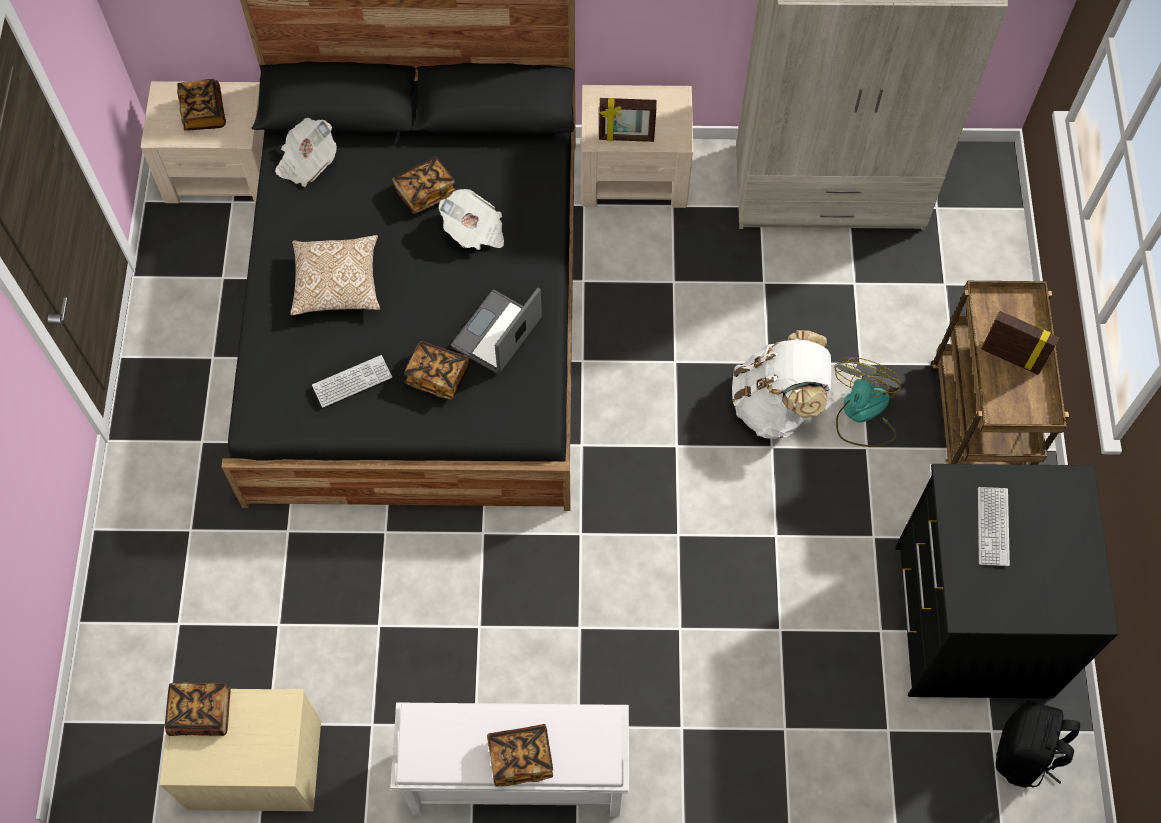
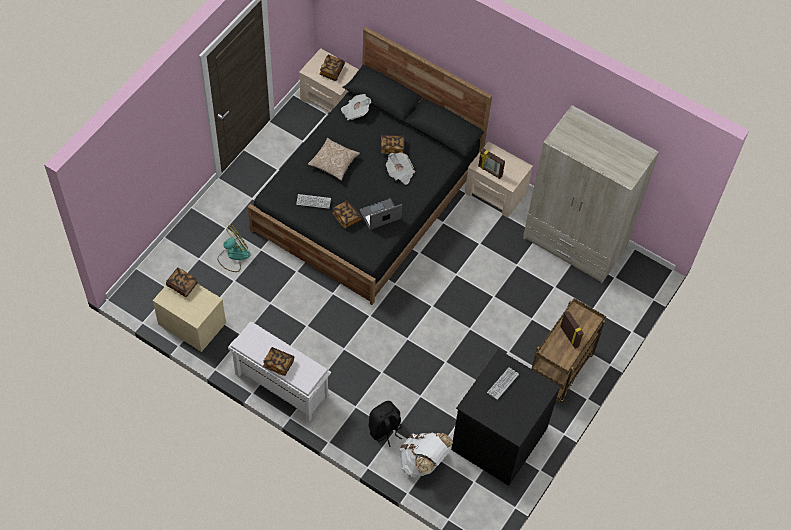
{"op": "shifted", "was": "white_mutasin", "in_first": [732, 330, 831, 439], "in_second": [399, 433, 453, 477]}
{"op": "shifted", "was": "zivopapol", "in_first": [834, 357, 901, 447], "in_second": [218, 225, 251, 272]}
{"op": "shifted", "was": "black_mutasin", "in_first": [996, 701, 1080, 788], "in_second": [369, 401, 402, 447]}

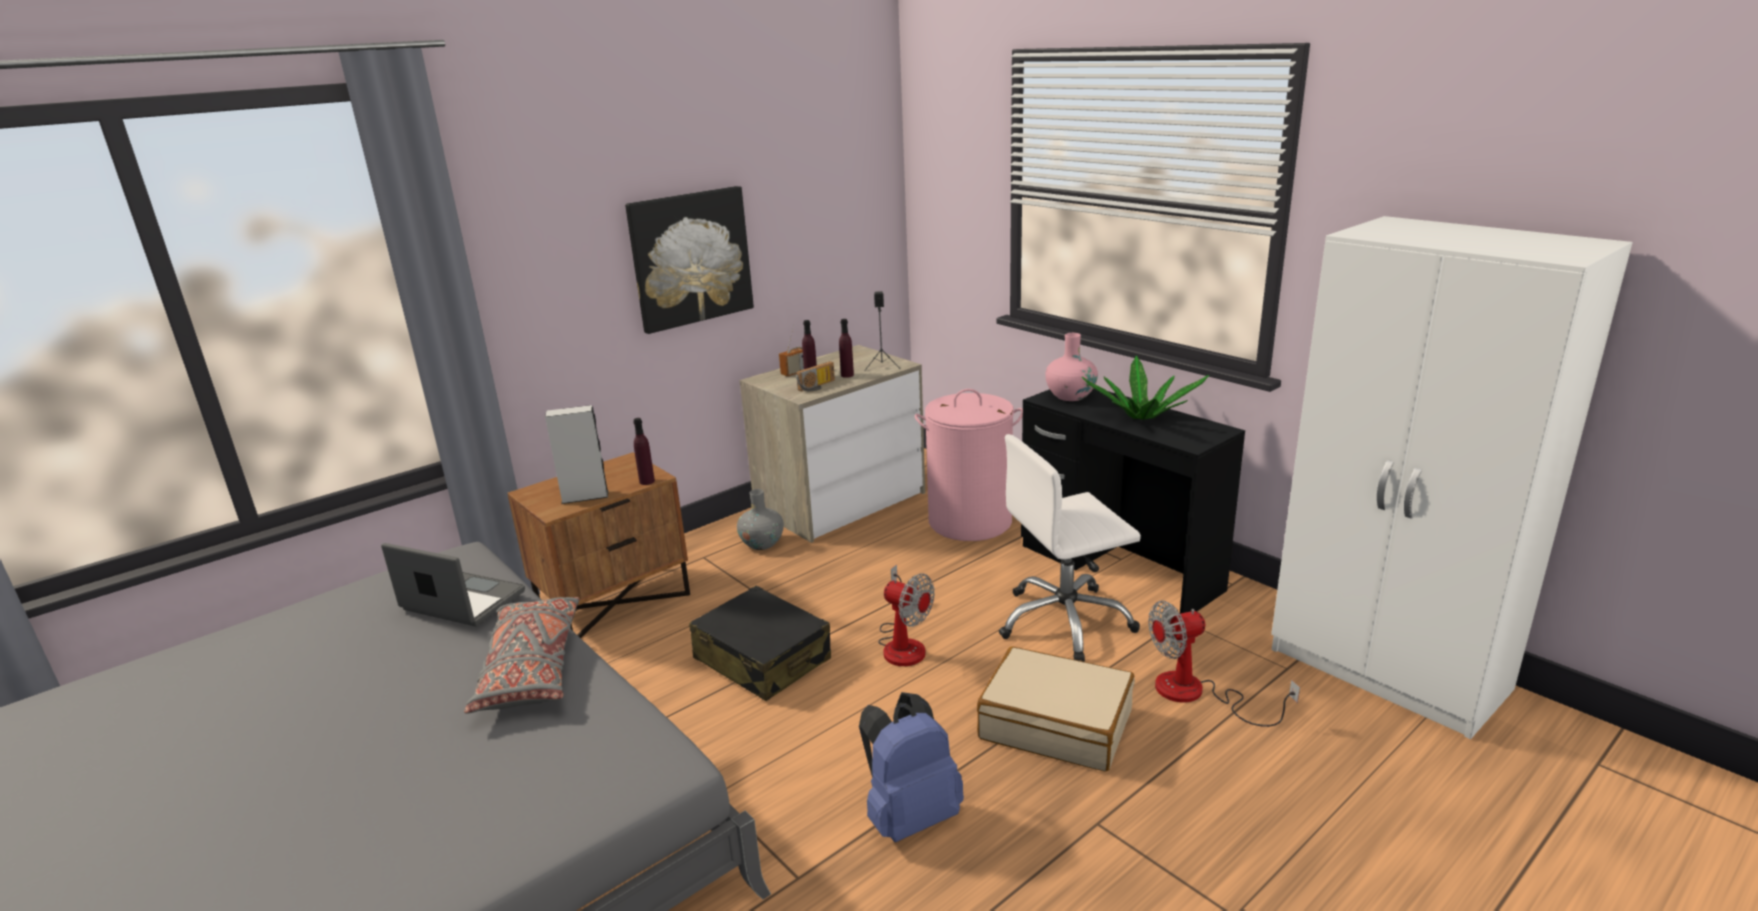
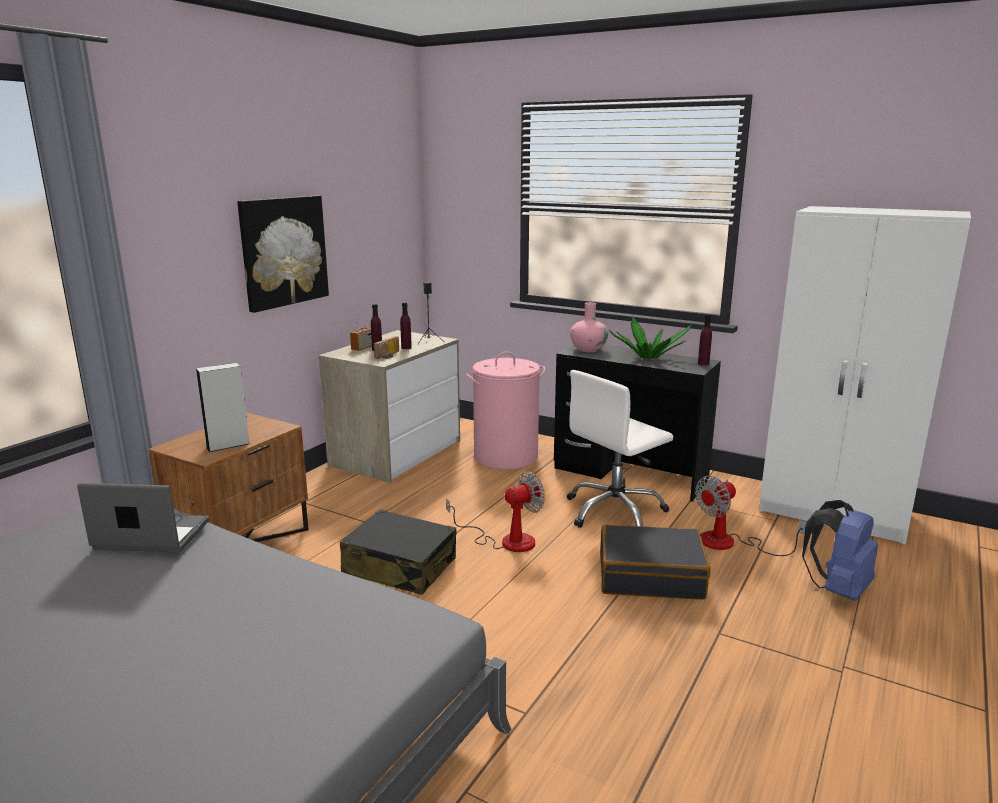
{"op": "shifted", "was": "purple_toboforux", "in_first": [633, 418, 655, 485], "in_second": [698, 314, 712, 366]}
{"op": "gone", "was": "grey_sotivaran", "in_first": [737, 489, 784, 550]}
{"op": "rotated", "was": "zivopapol", "in_first": [878, 564, 935, 666], "in_second": [446, 471, 545, 552], "clockwise": -45}
{"op": "gone", "was": "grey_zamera", "in_first": [464, 597, 579, 714]}
{"op": "repainted", "was": "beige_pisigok", "now": "black_pisigok", "in_first": [977, 646, 1135, 772], "in_second": [600, 525, 710, 600]}
{"op": "shifted", "was": "blue_mutasin", "in_first": [859, 692, 964, 842], "in_second": [802, 500, 878, 601]}

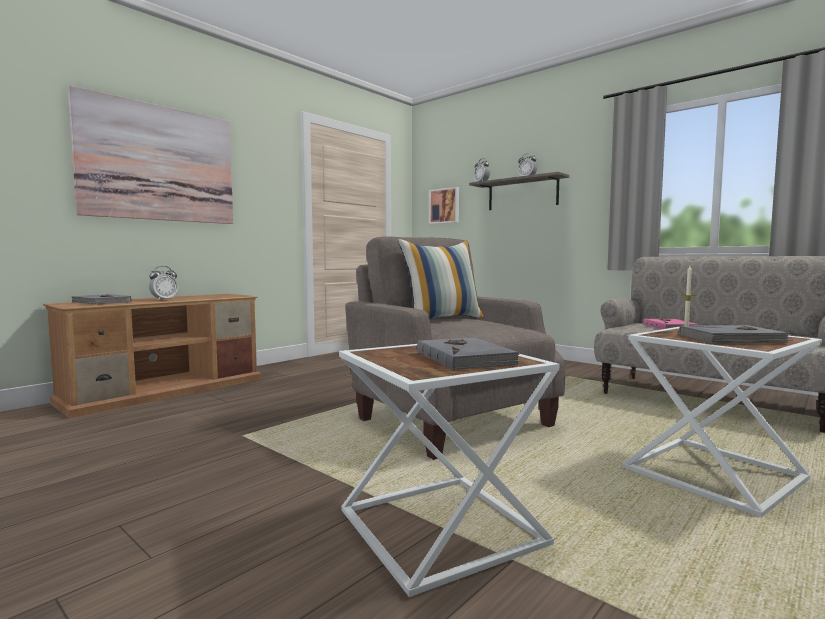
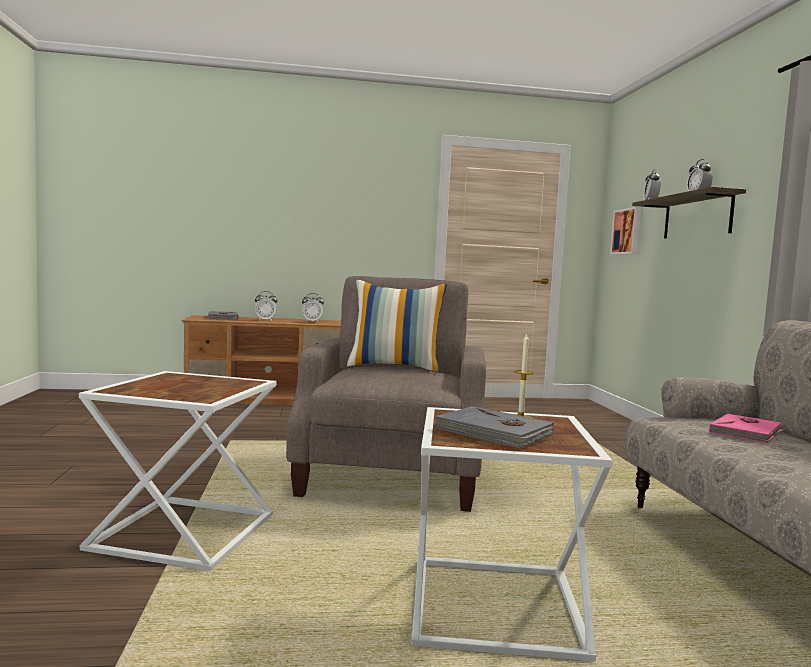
{"op": "gone", "was": "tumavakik", "in_first": [68, 85, 233, 224]}
{"op": "gone", "was": "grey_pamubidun", "in_first": [417, 337, 520, 370]}
{"op": "new", "now": "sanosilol", "in_second": [302, 293, 324, 323]}

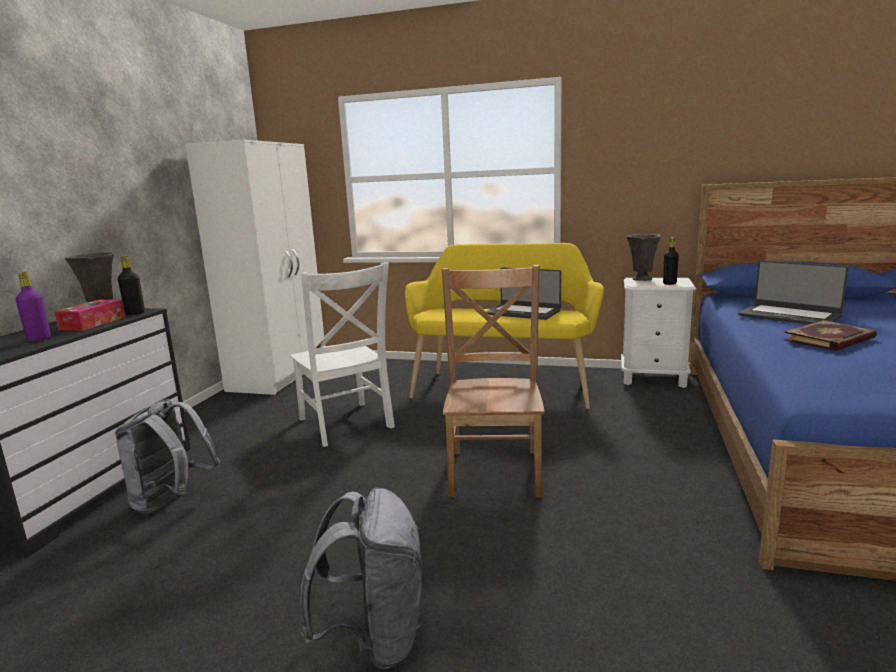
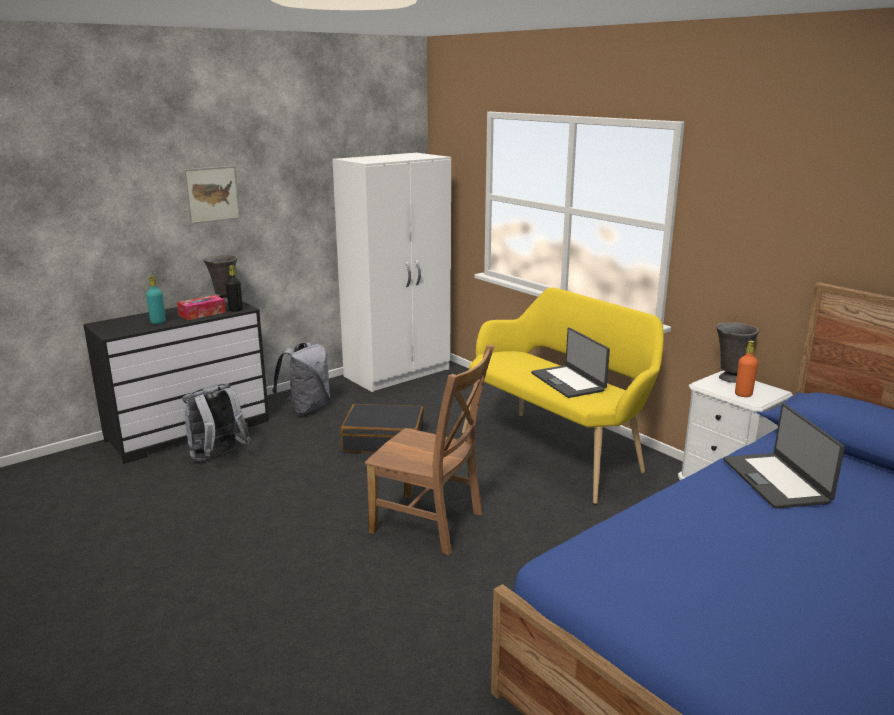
{"op": "repainted", "was": "black_toboforux", "now": "orange_toboforux", "in_first": [663, 237, 679, 285], "in_second": [735, 341, 758, 397]}
{"op": "swapped", "was": "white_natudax", "now": "black_pisigok", "in_first": [290, 262, 395, 447], "in_second": [341, 404, 424, 453]}
{"op": "rotated", "was": "brown_natudax", "in_first": [442, 265, 545, 497], "in_second": [365, 345, 495, 556], "clockwise": 75}
{"op": "repainted", "was": "purple_toboforux", "now": "turquoise_toboforux", "in_first": [16, 271, 51, 342], "in_second": [146, 276, 166, 324]}
{"op": "gone", "was": "pamubidun", "in_first": [784, 320, 877, 351]}
{"op": "shifted", "was": "grey_mutasin", "in_first": [301, 488, 422, 669], "in_second": [272, 343, 331, 415]}
{"op": "new", "now": "tumavakik", "in_second": [183, 166, 240, 224]}

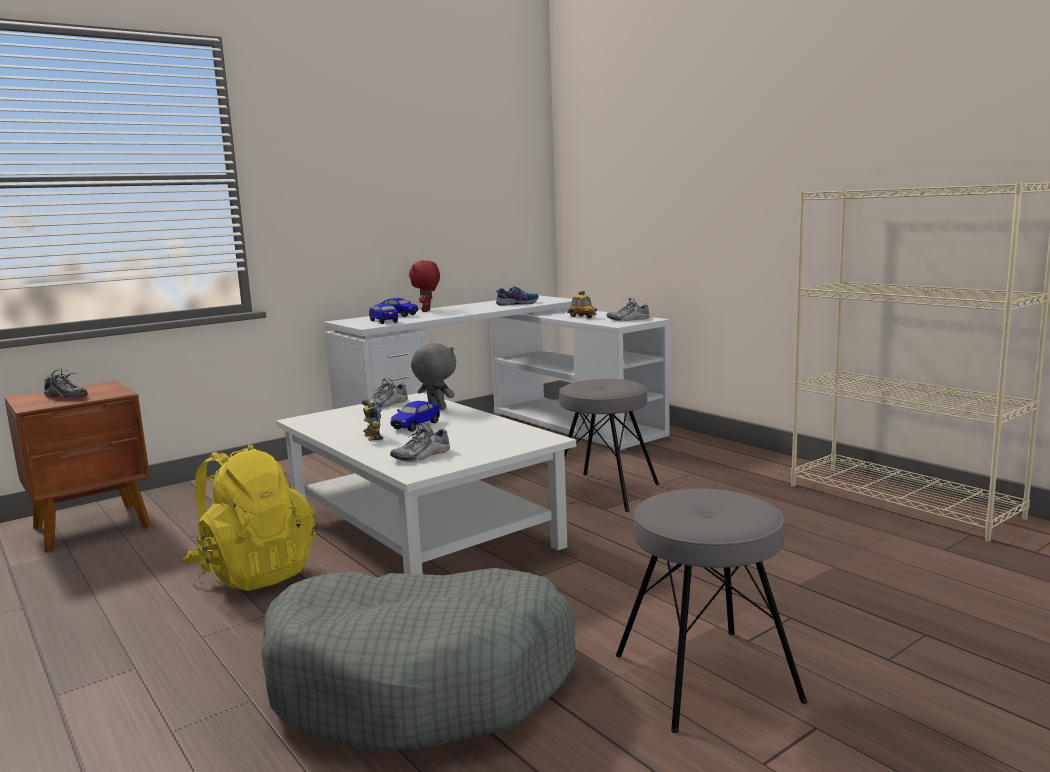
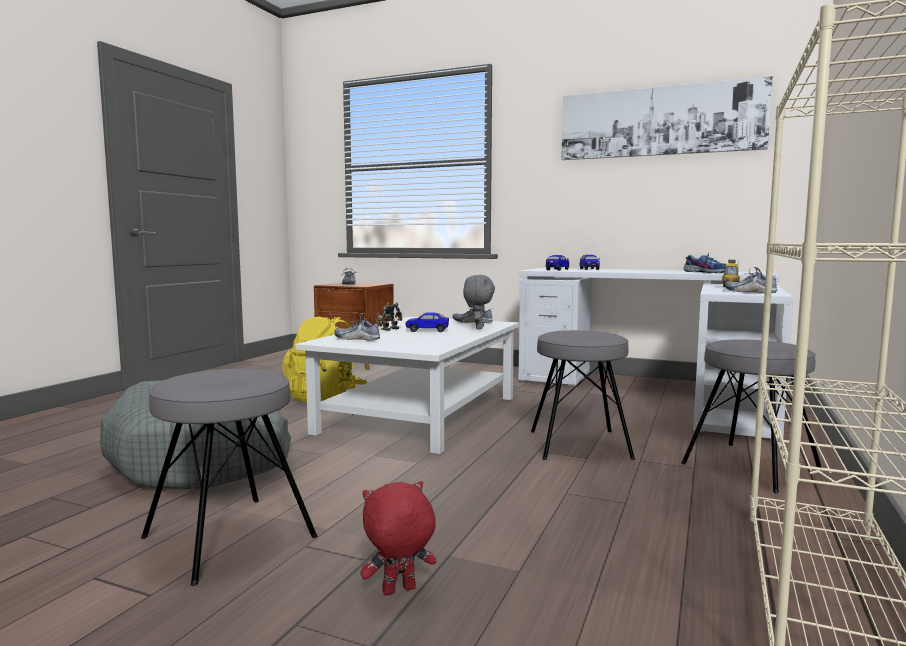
{"op": "shifted", "was": "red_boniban", "in_first": [409, 260, 440, 312], "in_second": [360, 481, 436, 595]}
{"op": "new", "now": "tumavakik", "in_second": [561, 76, 773, 160]}
{"op": "new", "now": "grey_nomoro", "in_second": [681, 339, 822, 493]}

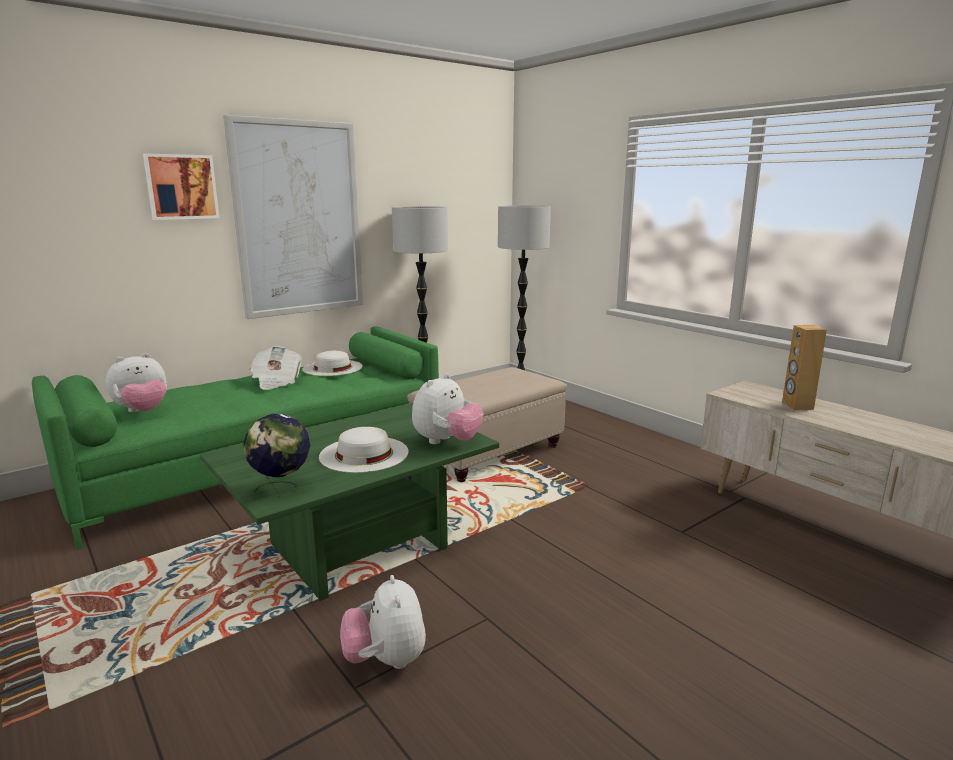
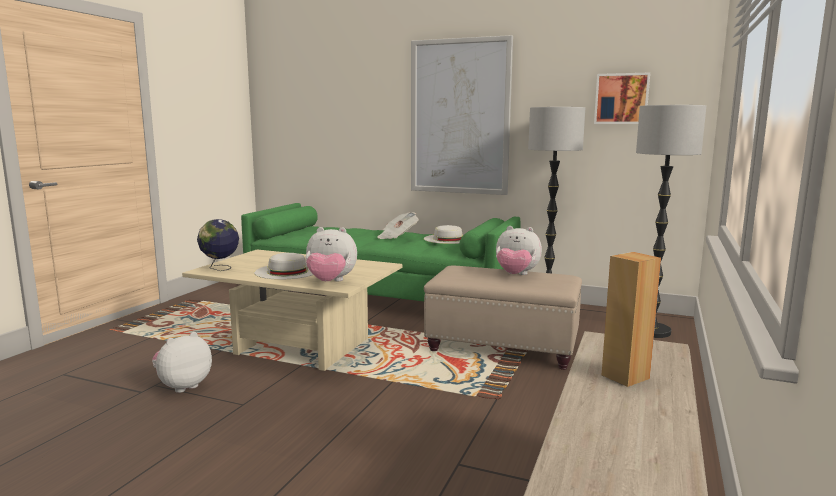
{"op": "shifted", "was": "tumavakik", "in_first": [143, 153, 219, 220], "in_second": [594, 73, 650, 124]}
{"op": "shifted", "was": "boniban", "in_first": [106, 353, 167, 412], "in_second": [496, 226, 542, 275]}
{"op": "repainted", "was": "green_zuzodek", "now": "beige_zuzodek", "in_first": [200, 403, 499, 601], "in_second": [182, 249, 402, 371]}

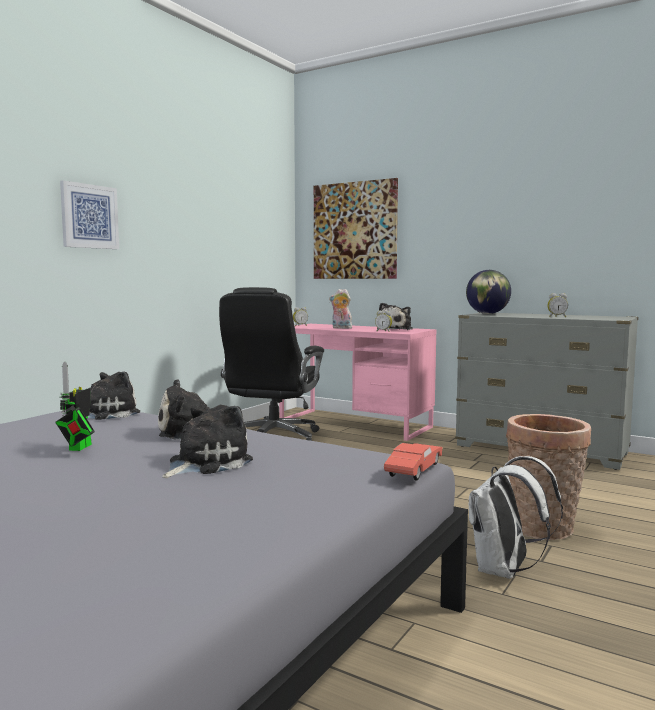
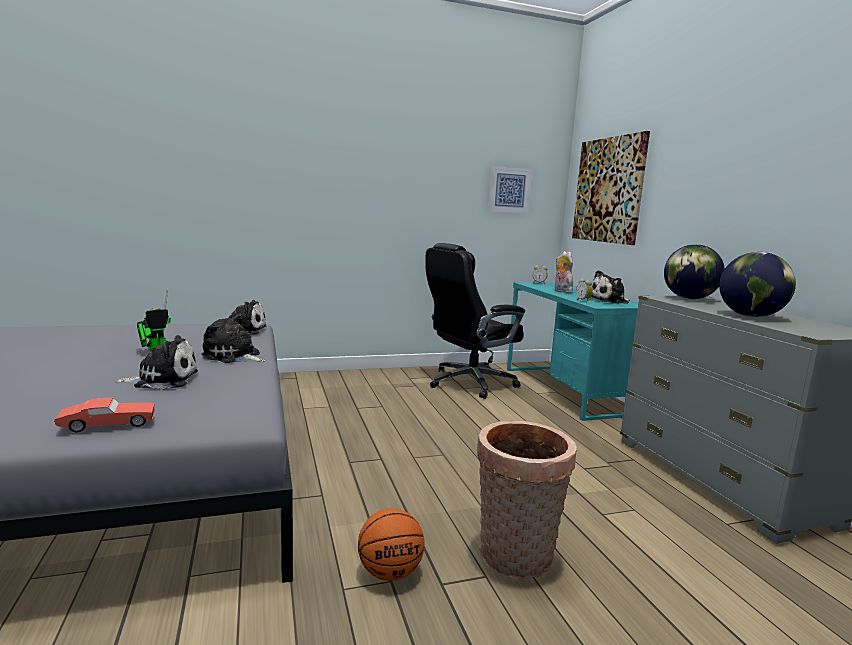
{"op": "shifted", "was": "tumavakik", "in_first": [60, 180, 119, 249], "in_second": [488, 166, 532, 213]}
{"op": "swapped", "was": "sanosilol", "now": "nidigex", "in_first": [548, 293, 568, 317], "in_second": [719, 252, 796, 317]}
{"op": "repainted", "was": "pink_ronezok", "now": "turquoise_ronezok", "in_first": [279, 324, 436, 441], "in_second": [507, 282, 638, 421]}
{"op": "shifted", "was": "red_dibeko", "in_first": [384, 443, 442, 481], "in_second": [54, 398, 155, 432]}
{"op": "swapped", "was": "white_mutasin", "now": "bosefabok", "in_first": [469, 456, 563, 579], "in_second": [358, 508, 424, 581]}

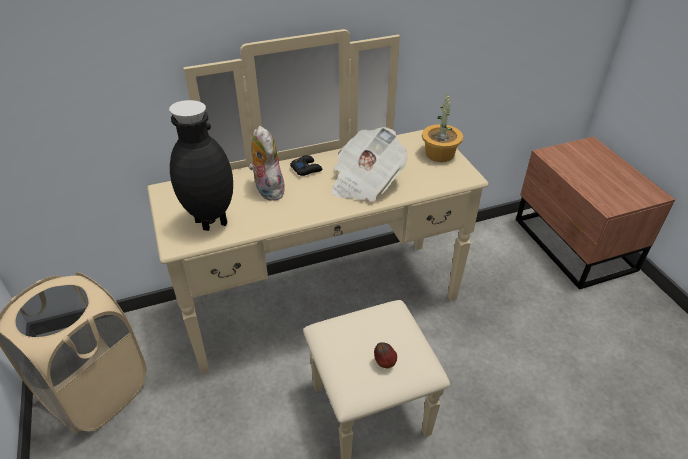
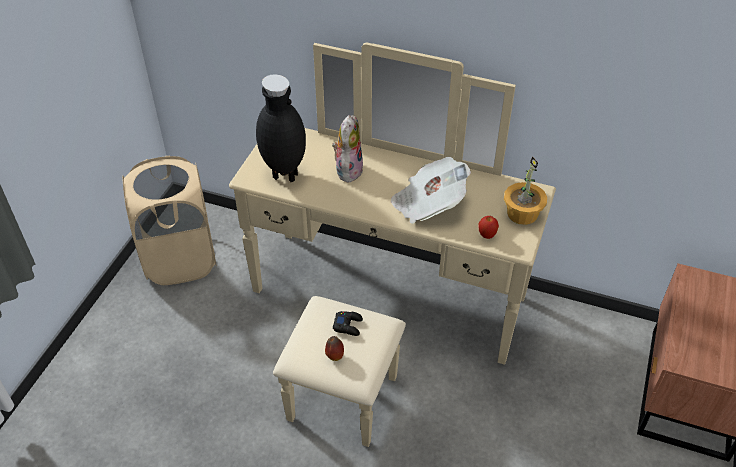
{"op": "shifted", "was": "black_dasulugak", "in_first": [290, 155, 323, 176], "in_second": [333, 311, 363, 336]}
{"op": "new", "now": "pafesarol", "in_second": [479, 216, 499, 239]}

